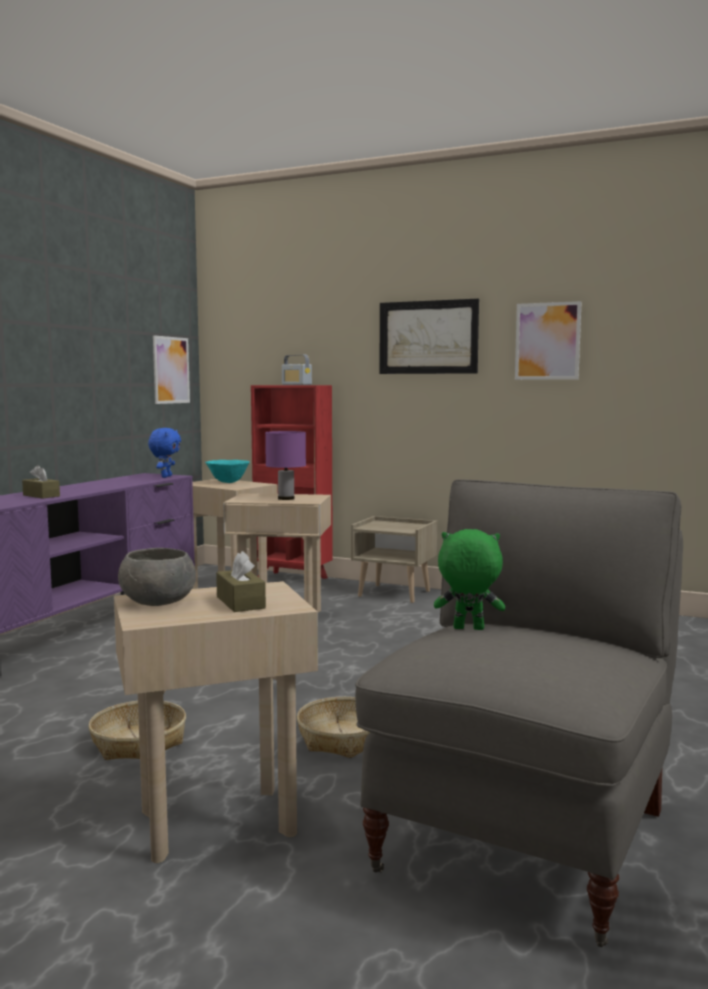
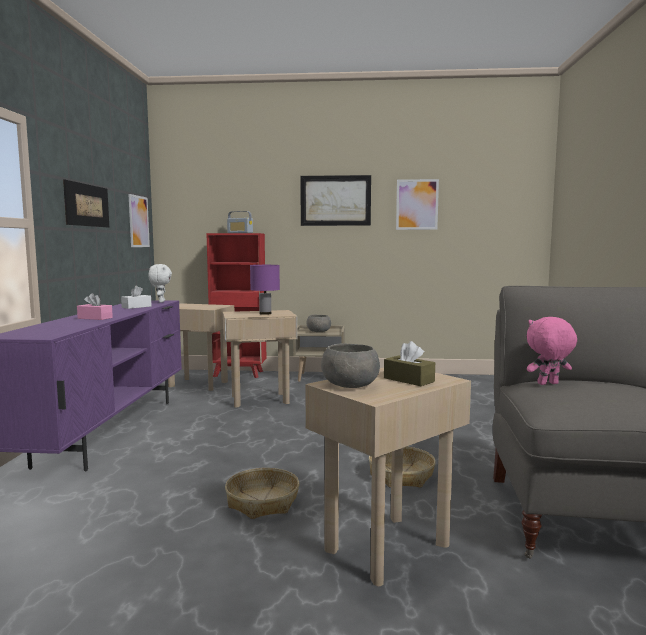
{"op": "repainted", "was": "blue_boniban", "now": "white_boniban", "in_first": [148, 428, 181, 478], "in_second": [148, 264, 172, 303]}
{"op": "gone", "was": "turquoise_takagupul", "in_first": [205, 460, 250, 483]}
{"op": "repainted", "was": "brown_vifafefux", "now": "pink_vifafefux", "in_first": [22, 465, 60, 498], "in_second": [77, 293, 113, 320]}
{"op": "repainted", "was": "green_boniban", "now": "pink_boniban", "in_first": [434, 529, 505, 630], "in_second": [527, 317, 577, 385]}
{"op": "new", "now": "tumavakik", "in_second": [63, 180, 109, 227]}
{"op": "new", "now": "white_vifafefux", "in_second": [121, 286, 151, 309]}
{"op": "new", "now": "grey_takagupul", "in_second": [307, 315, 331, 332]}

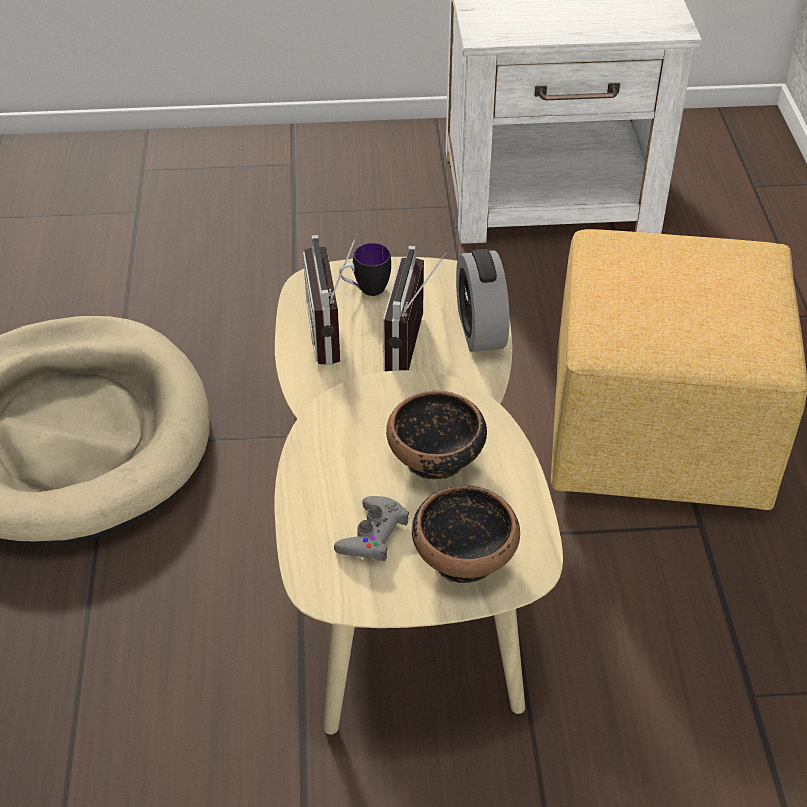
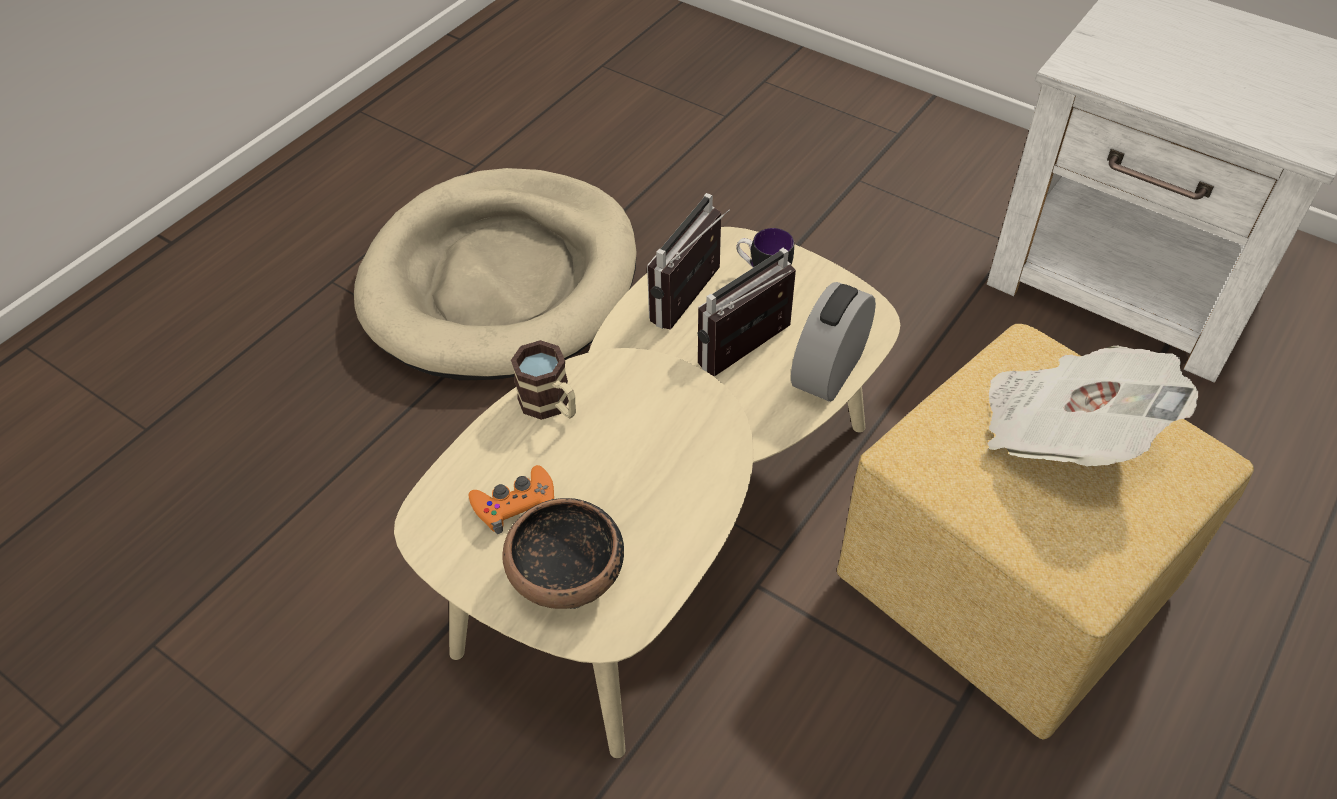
{"op": "gone", "was": "takagupul", "in_first": [386, 391, 487, 479]}
{"op": "repainted", "was": "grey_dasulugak", "now": "orange_dasulugak", "in_first": [334, 496, 409, 561], "in_second": [469, 465, 554, 534]}
{"op": "new", "now": "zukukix", "in_second": [511, 340, 576, 420]}
{"op": "new", "now": "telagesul", "in_second": [988, 345, 1198, 466]}

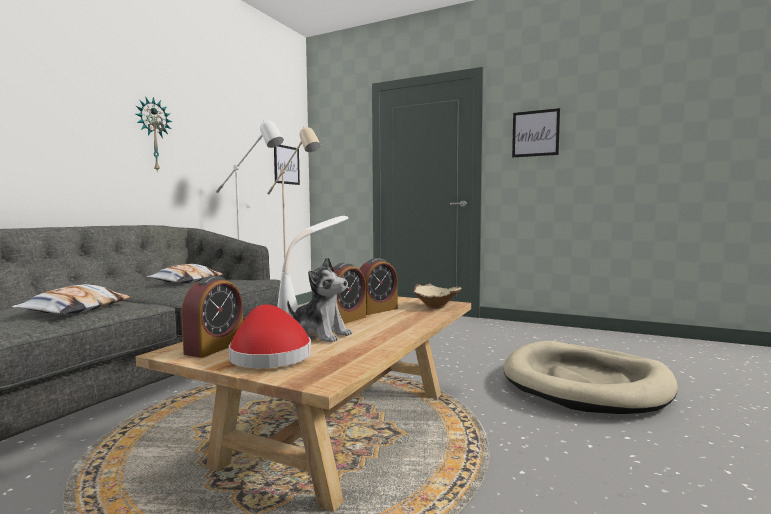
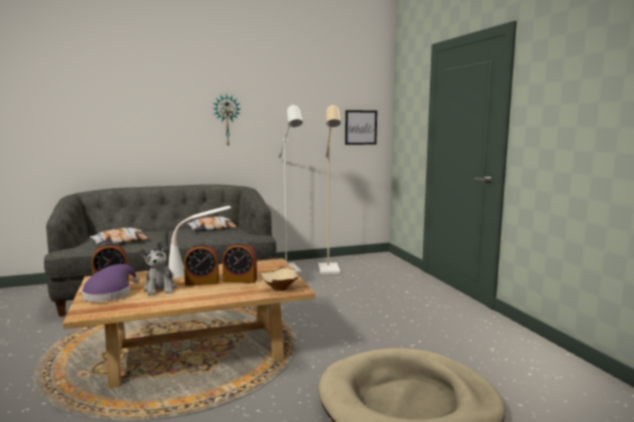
{"op": "gone", "was": "tumavakik", "in_first": [512, 108, 560, 157]}
{"op": "repainted", "was": "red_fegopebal", "now": "purple_fegopebal", "in_first": [229, 304, 311, 368], "in_second": [81, 264, 139, 302]}

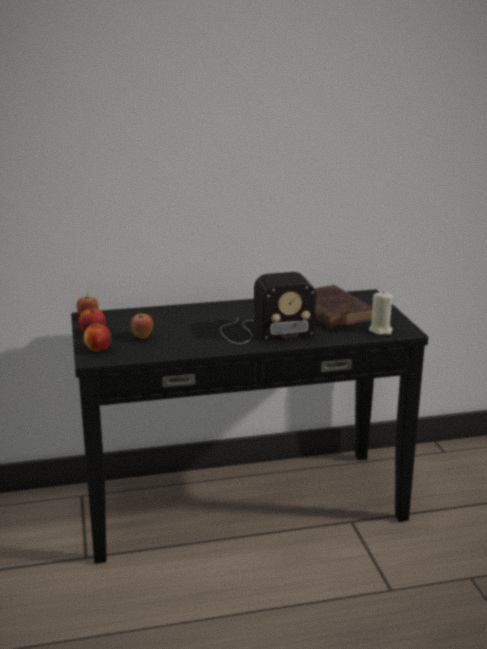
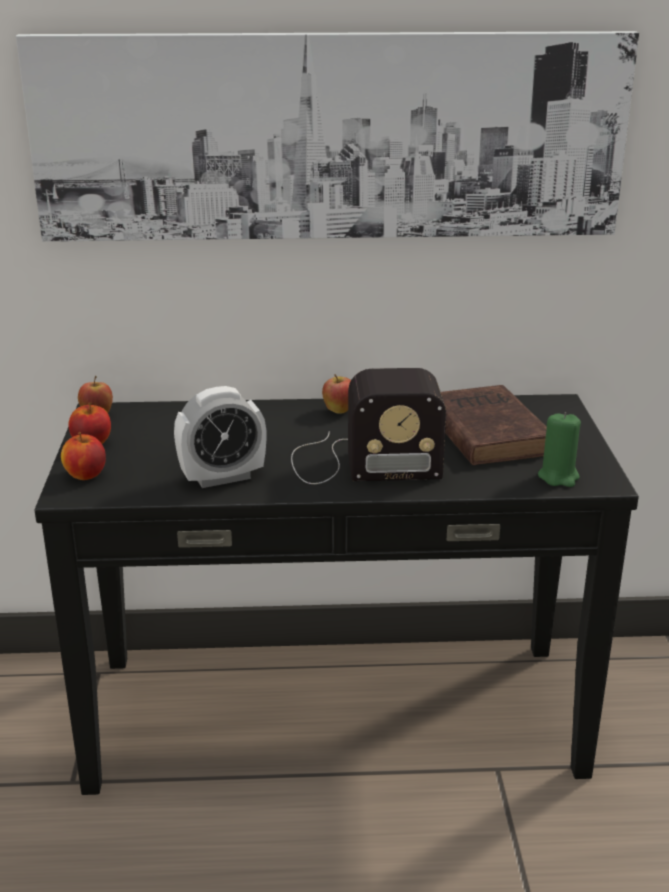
{"op": "repainted", "was": "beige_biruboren", "now": "green_biruboren", "in_first": [369, 291, 393, 335], "in_second": [538, 412, 581, 487]}
{"op": "shifted", "was": "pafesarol", "in_first": [130, 312, 153, 339], "in_second": [322, 374, 351, 414]}
{"op": "new", "now": "tumavakik", "in_second": [16, 31, 639, 242]}
{"op": "new", "now": "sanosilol", "in_second": [174, 386, 266, 488]}

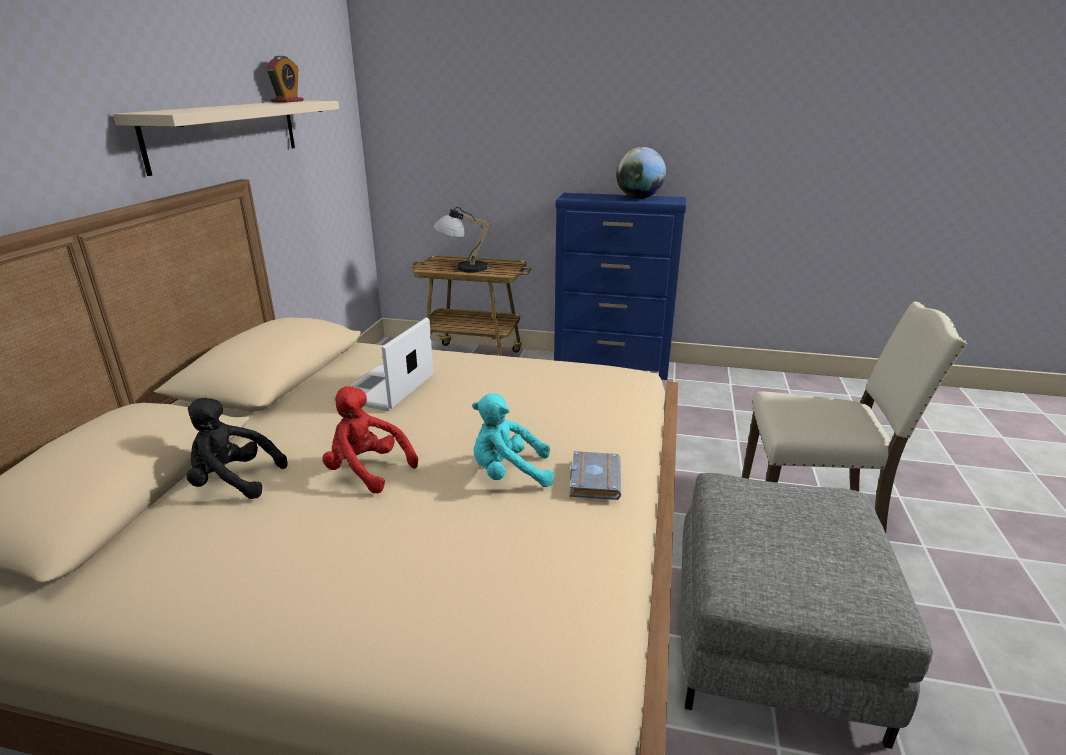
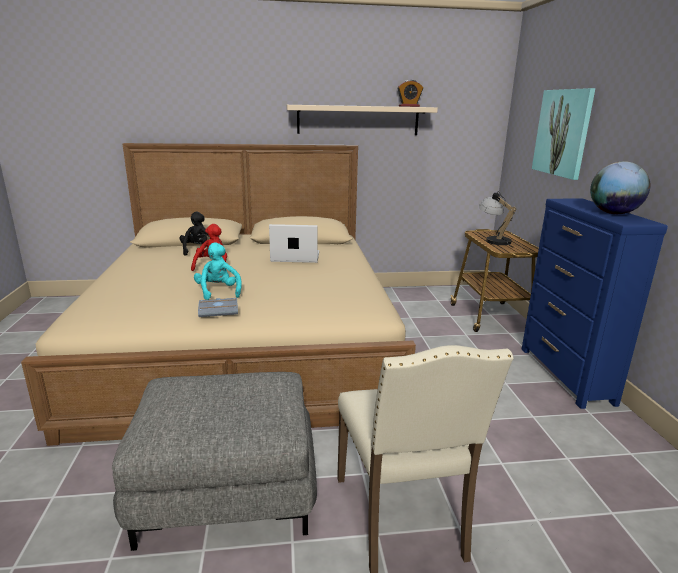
{"op": "new", "now": "tumavakik", "in_second": [532, 88, 595, 180]}

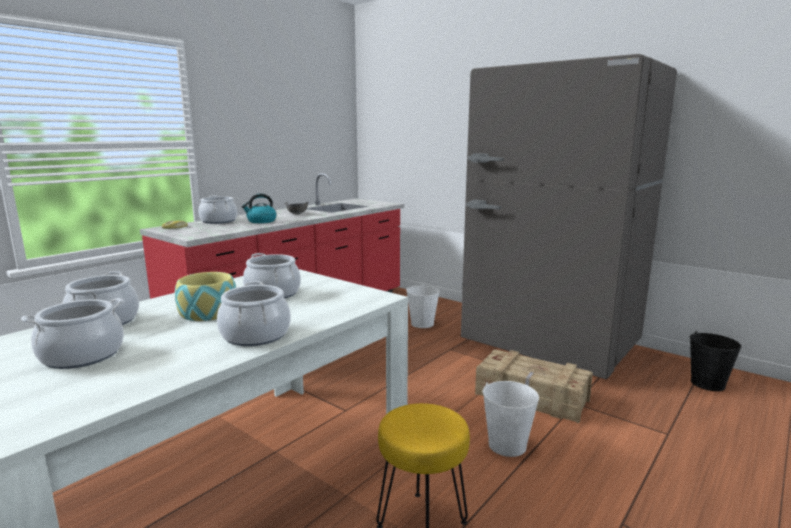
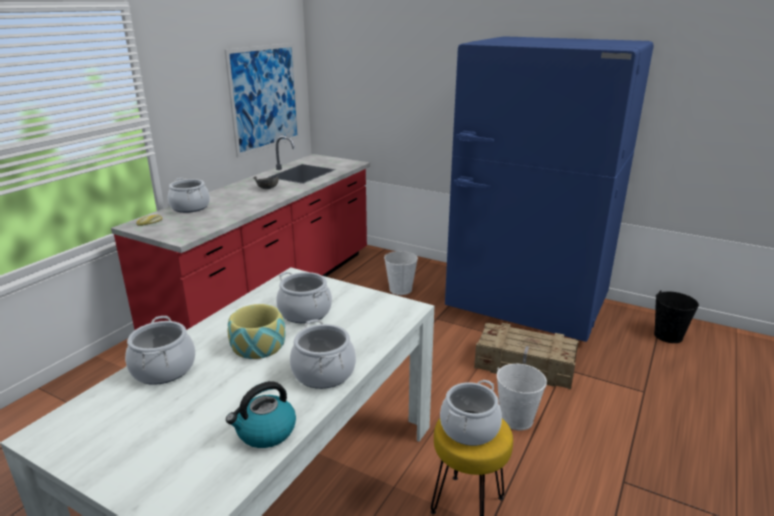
{"op": "repainted", "was": "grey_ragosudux", "now": "blue_ragosudux", "in_first": [461, 54, 677, 379], "in_second": [445, 36, 654, 342]}
{"op": "shifted", "was": "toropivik", "in_first": [241, 194, 277, 223], "in_second": [226, 381, 296, 448]}
{"op": "shifted", "was": "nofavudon", "in_first": [21, 298, 124, 369], "in_second": [440, 380, 502, 446]}
{"op": "new", "now": "tumavakik", "in_second": [224, 43, 300, 158]}

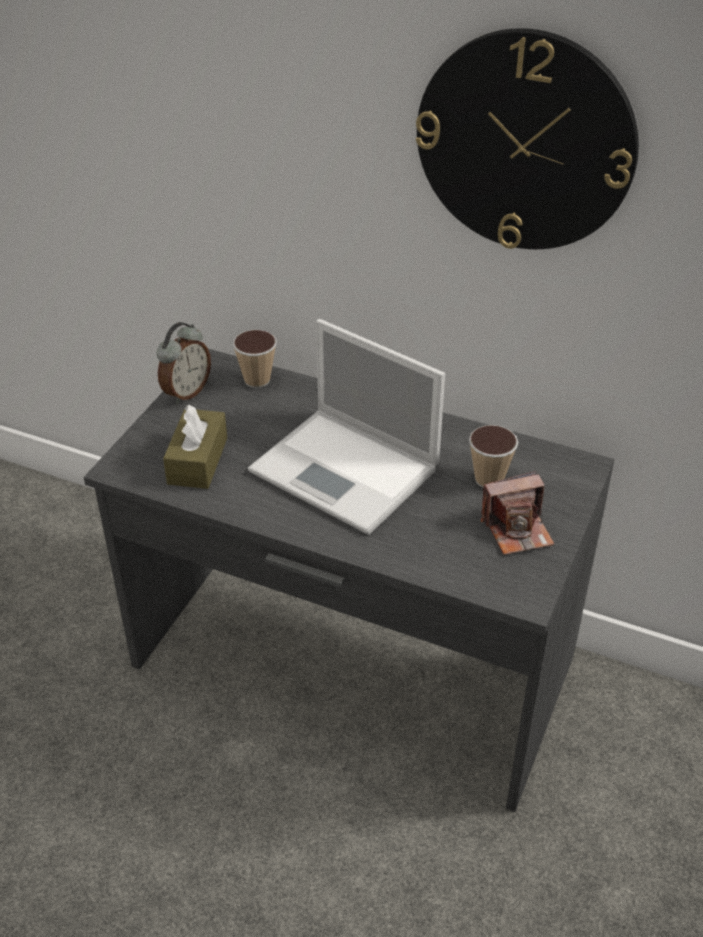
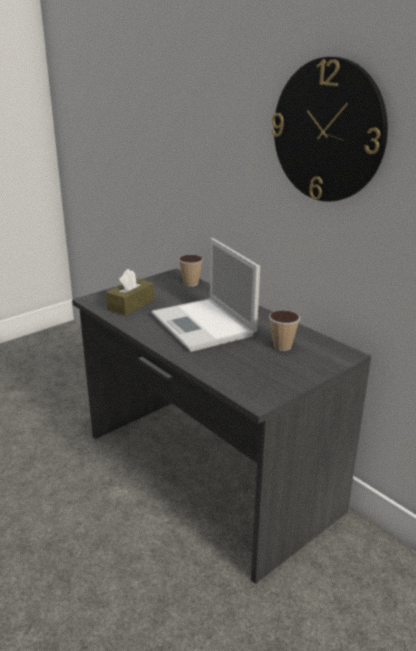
{"op": "gone", "was": "sanosilol", "in_first": [156, 322, 211, 404]}
{"op": "gone", "was": "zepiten", "in_first": [481, 471, 554, 555]}

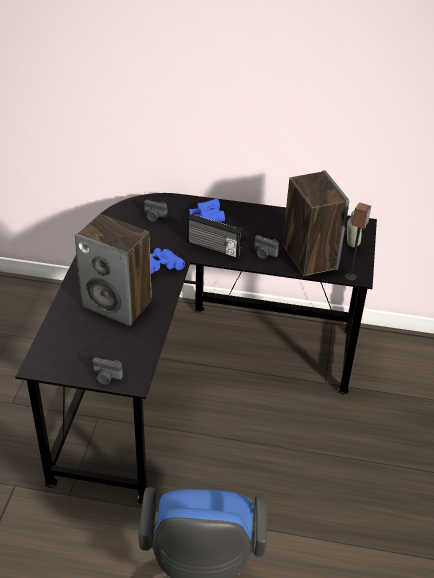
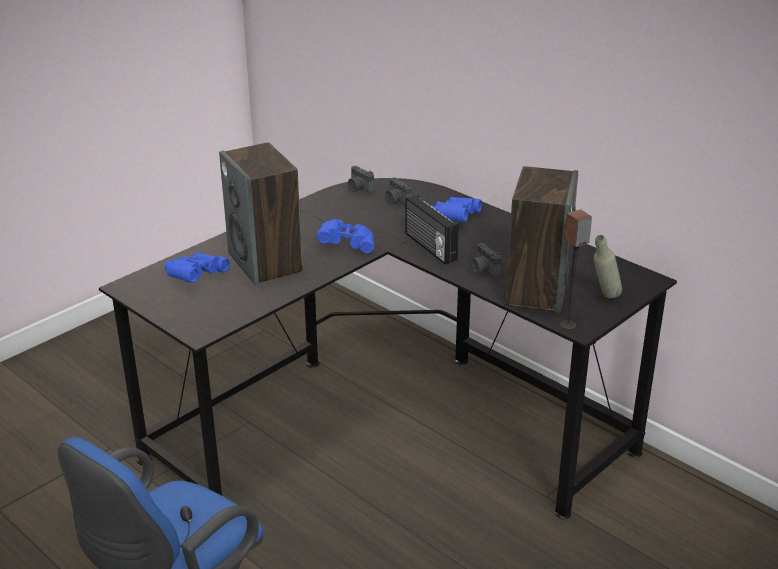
{"op": "shifted", "was": "zepiten", "in_first": [93, 357, 123, 385], "in_second": [348, 166, 374, 193]}
{"op": "new", "now": "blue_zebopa", "in_second": [164, 252, 230, 283]}

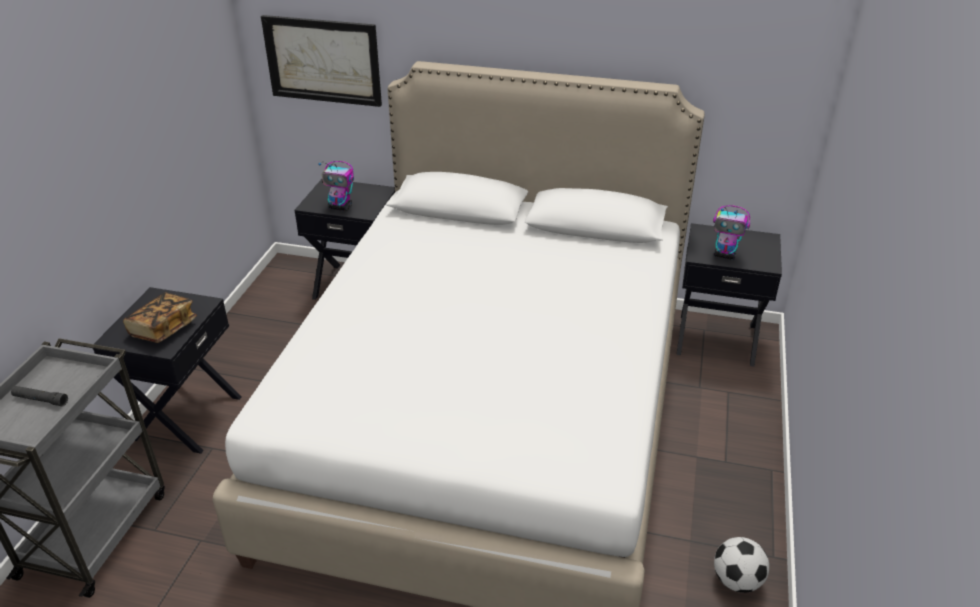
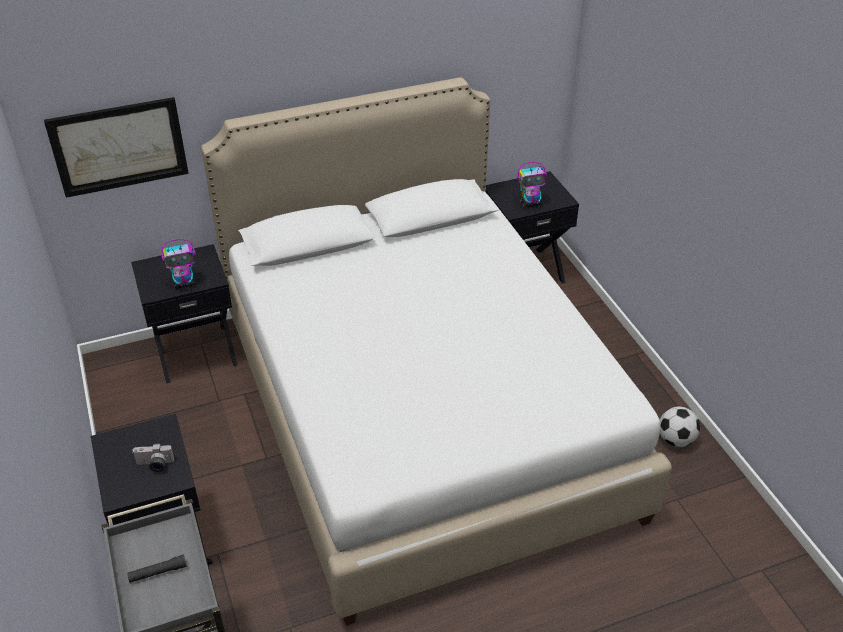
{"op": "swapped", "was": "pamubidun", "now": "zepiten", "in_first": [123, 292, 197, 343], "in_second": [132, 443, 174, 472]}

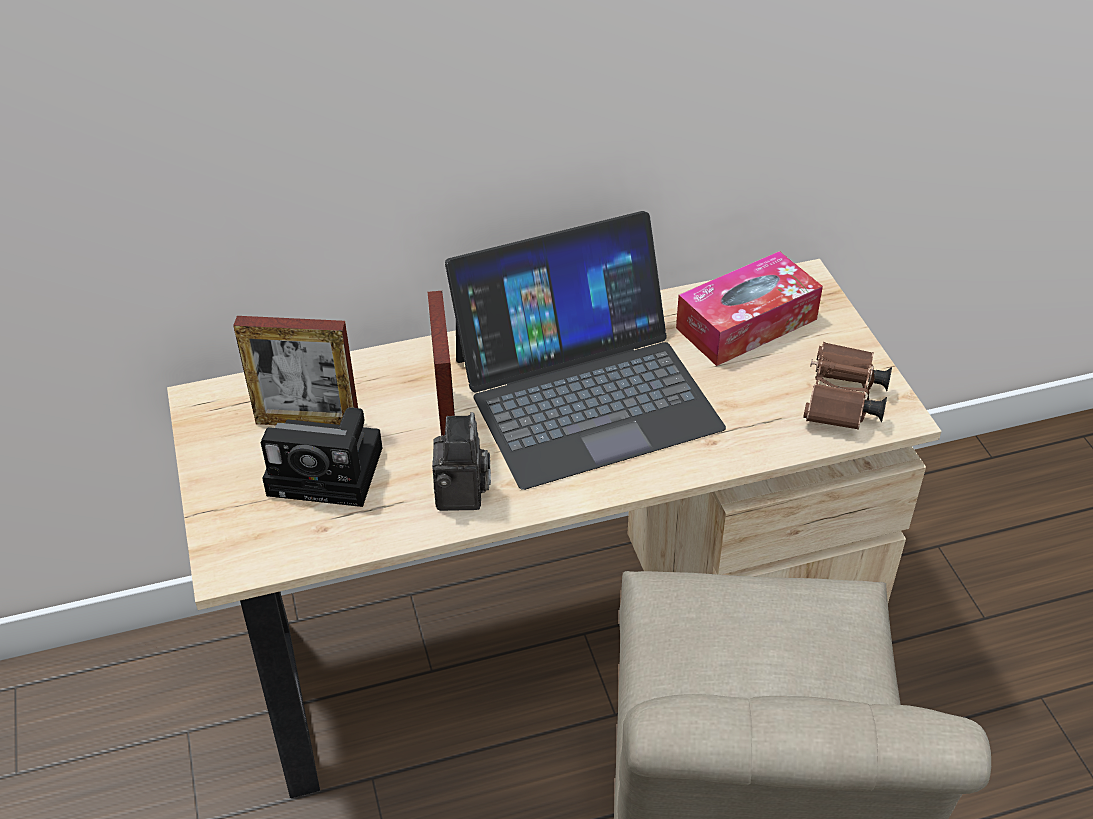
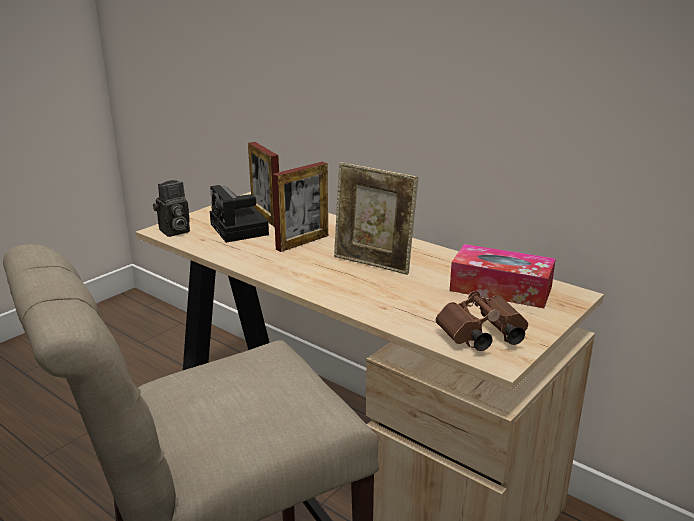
{"op": "swapped", "was": "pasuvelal", "now": "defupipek", "in_first": [445, 211, 726, 490], "in_second": [334, 162, 418, 275]}
{"op": "shifted", "was": "zepiten", "in_first": [432, 412, 491, 511], "in_second": [153, 180, 190, 237]}

